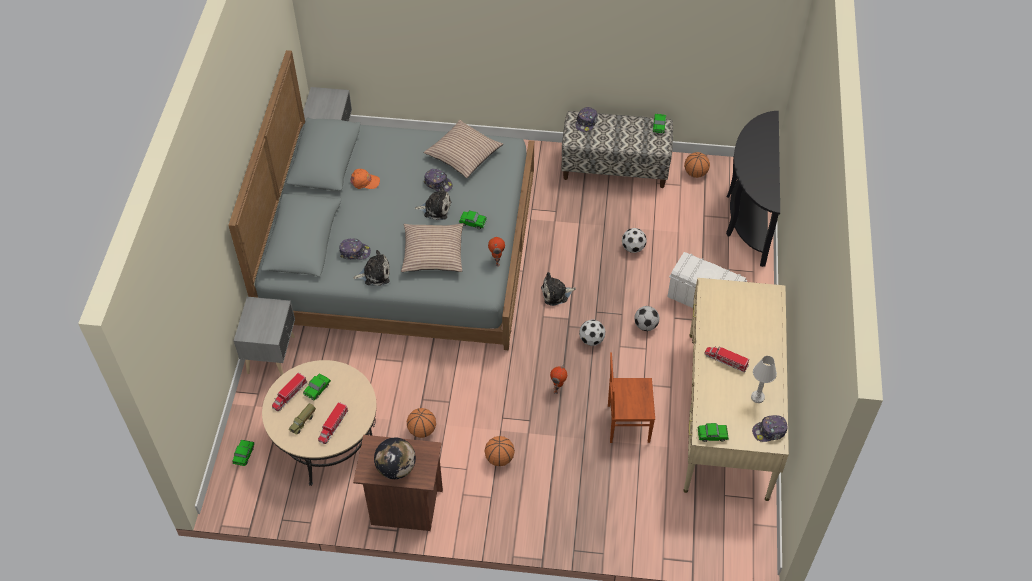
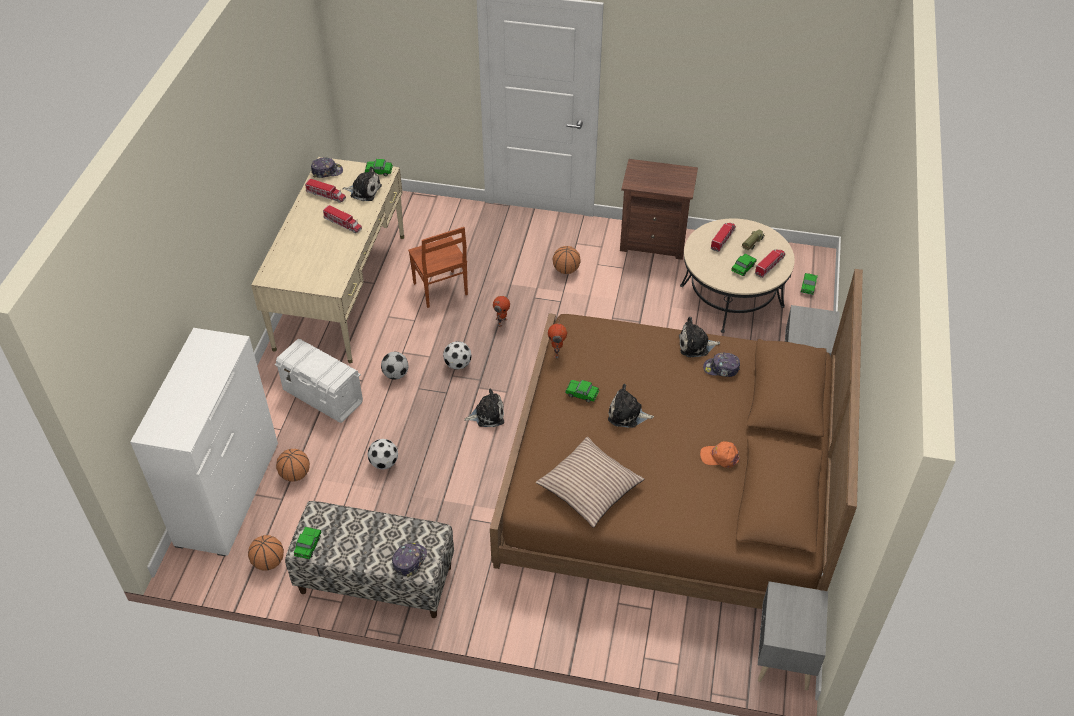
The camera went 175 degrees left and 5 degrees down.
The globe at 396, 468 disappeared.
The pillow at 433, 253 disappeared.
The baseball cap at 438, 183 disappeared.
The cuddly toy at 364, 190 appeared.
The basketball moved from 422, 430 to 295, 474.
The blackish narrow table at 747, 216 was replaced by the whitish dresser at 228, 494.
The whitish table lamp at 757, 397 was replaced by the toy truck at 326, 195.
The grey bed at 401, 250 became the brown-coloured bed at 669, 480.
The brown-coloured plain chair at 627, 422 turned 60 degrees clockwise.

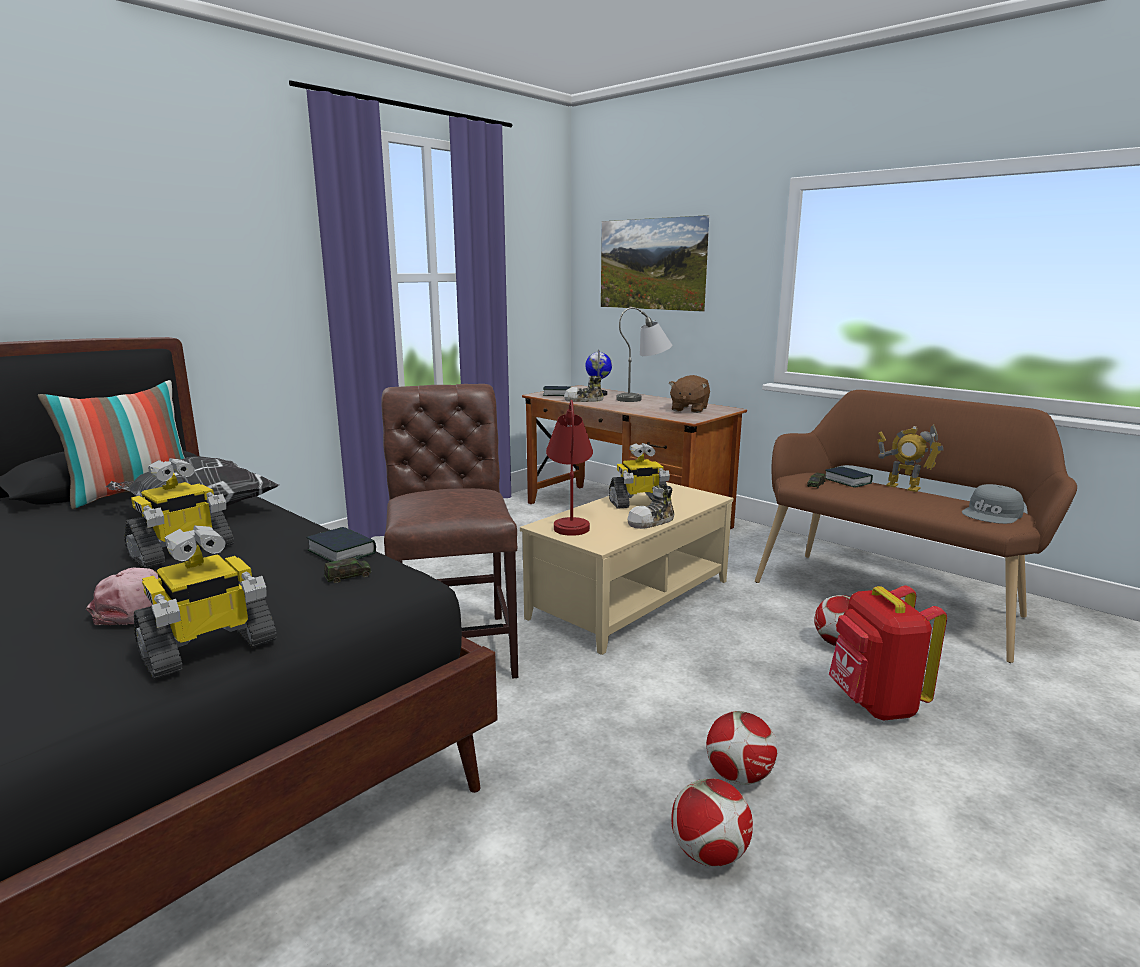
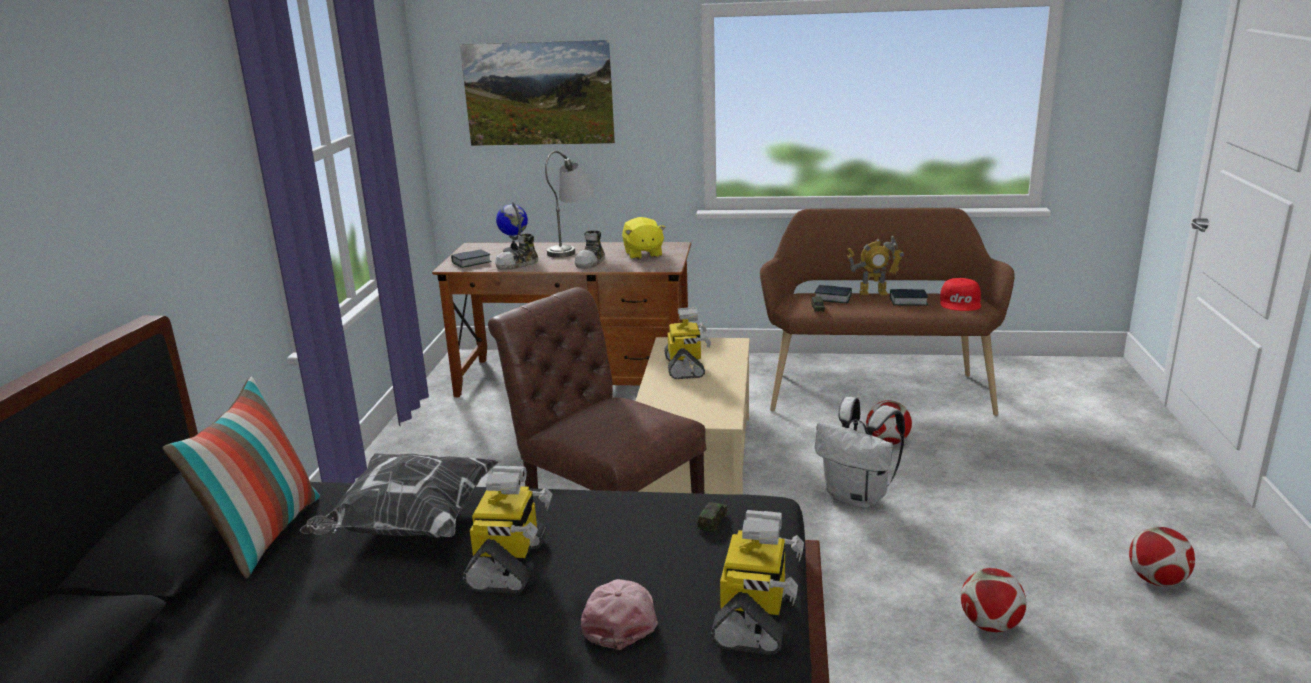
The camera went 35 degrees left and 5 degrees up.
The red table lamp at 571, 520 disappeared.
The red knapsack at 874, 704 disappeared.
The whitish knapsack at 858, 497 appeared.
The bound book moved from 342, 552 to 908, 301.
The shoe moved from 652, 522 to 591, 262.
The football moved from 738, 776 to 1157, 581.
The brown-coloured cuddly toy at 689, 409 became the yellowish cuddly toy at 643, 254.
The grey baseball cap at 993, 514 became the red baseball cap at 961, 302.
The toy robot at 638, 503 turned 45 degrees counterclockwise.

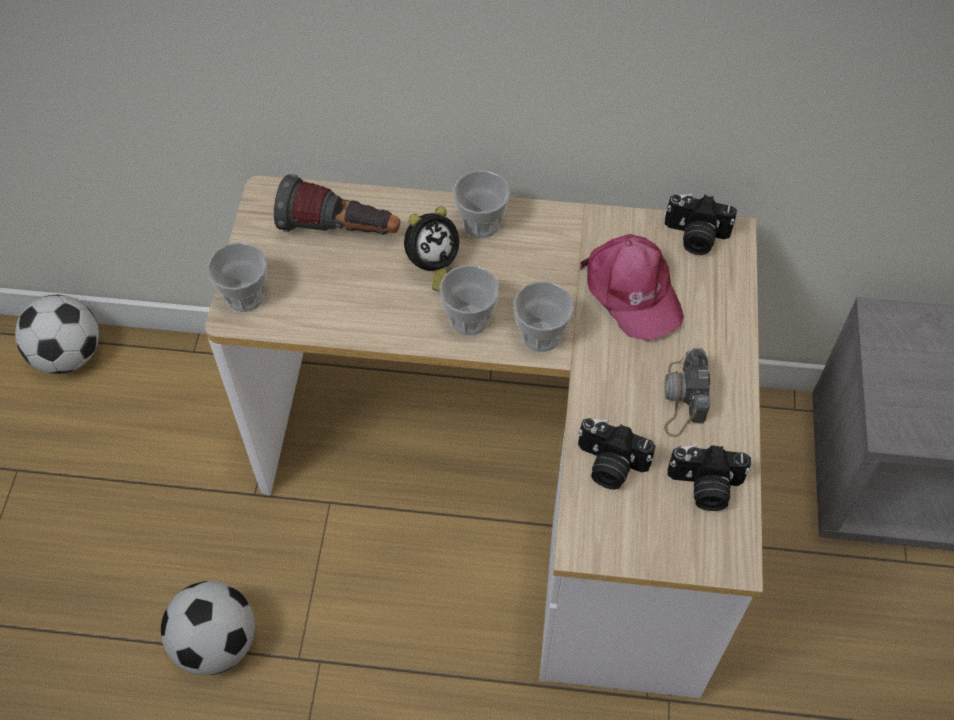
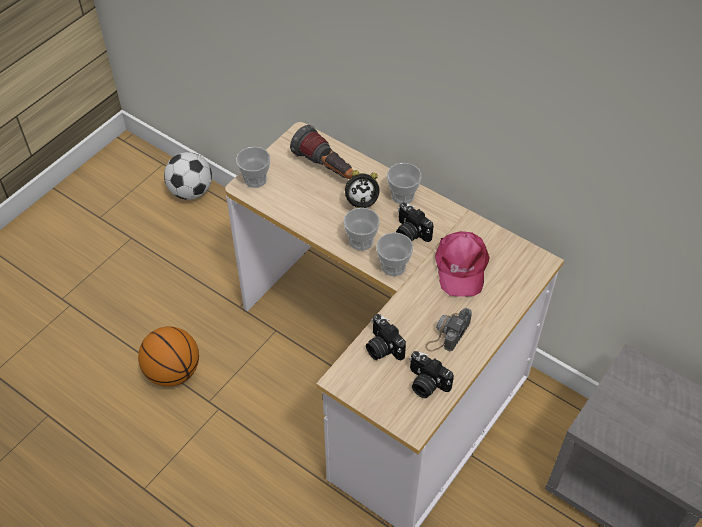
The camera went 30 degrees right and 5 degrees down.
The photo camera moved from 695, 237 to 410, 233.
The football at 216, 643 was replaced by the basketball at 173, 372.

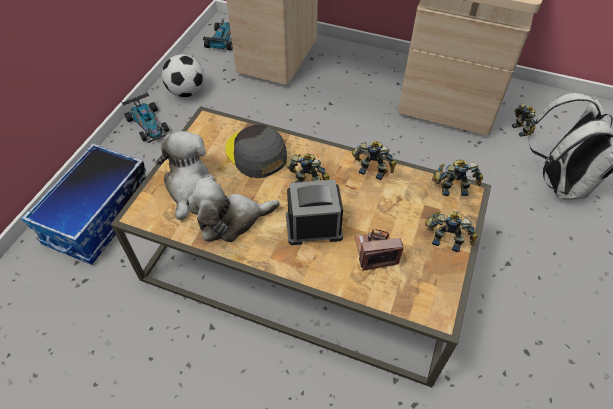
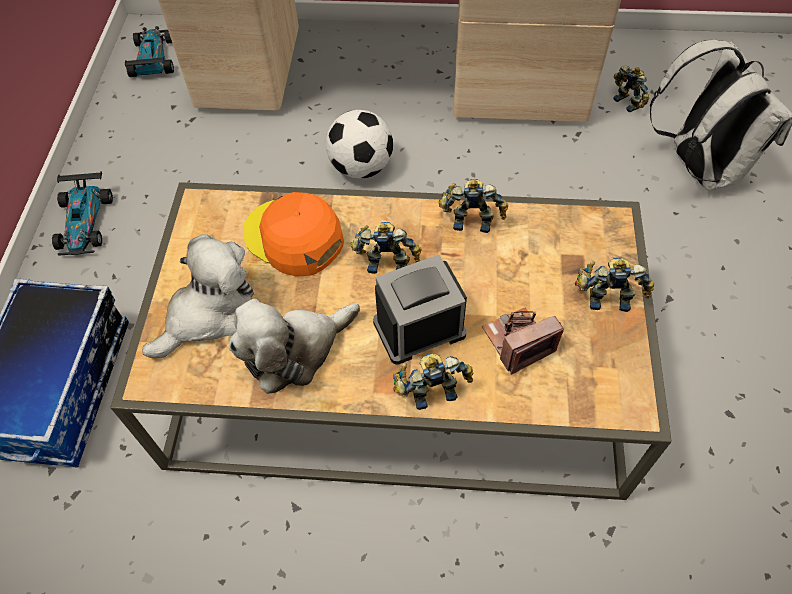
The camera went 15 degrees left and 5 degrees up.
The football moved from 187, 92 to 361, 167.
The toy robot moved from 453, 187 to 431, 389.
The grey baseball cap at 255, 154 became the orange-coloured baseball cap at 293, 238.
The miniature car at 148, 124 turned 45 degrees clockwise.
The cuddly toy at 188, 185 turned 60 degrees clockwise.

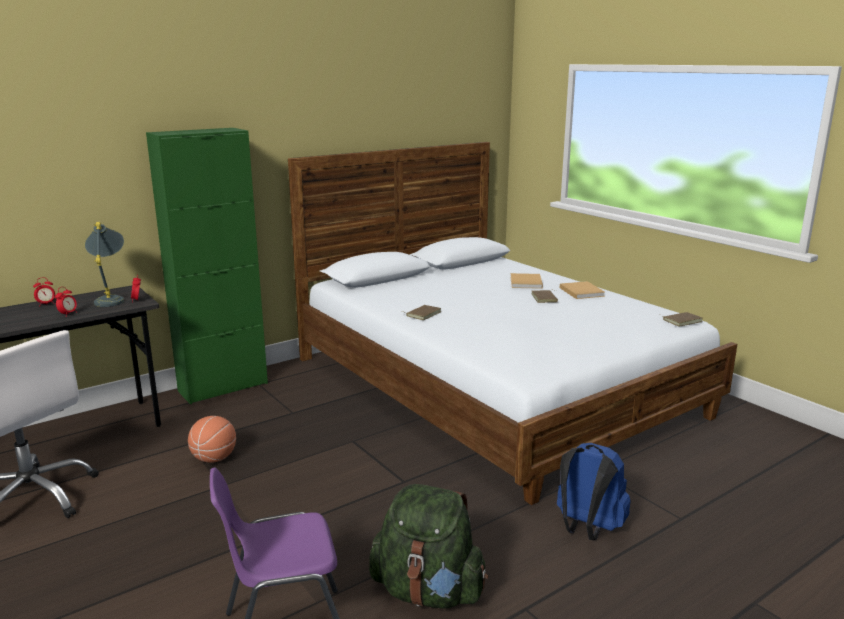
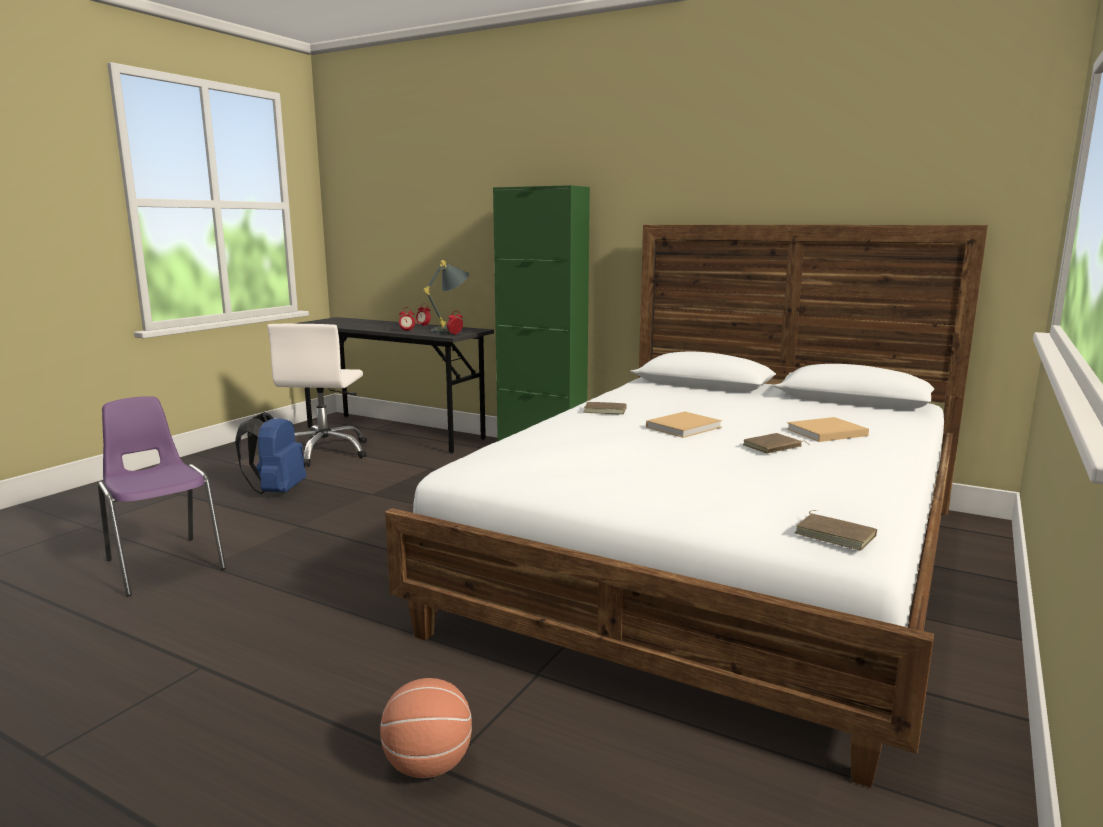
The camera went 65 degrees right and 5 degrees down.
The green knapsack at 428, 592 disappeared.
The basketball moved from 214, 458 to 429, 765.
The bluish knapsack moved from 587, 528 to 276, 491.
The beige bound book moved from 581, 291 to 685, 427.

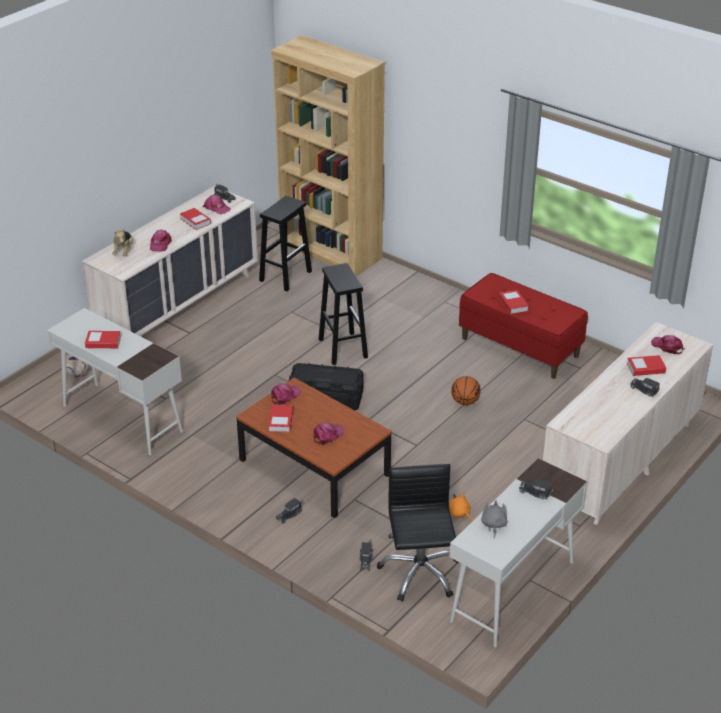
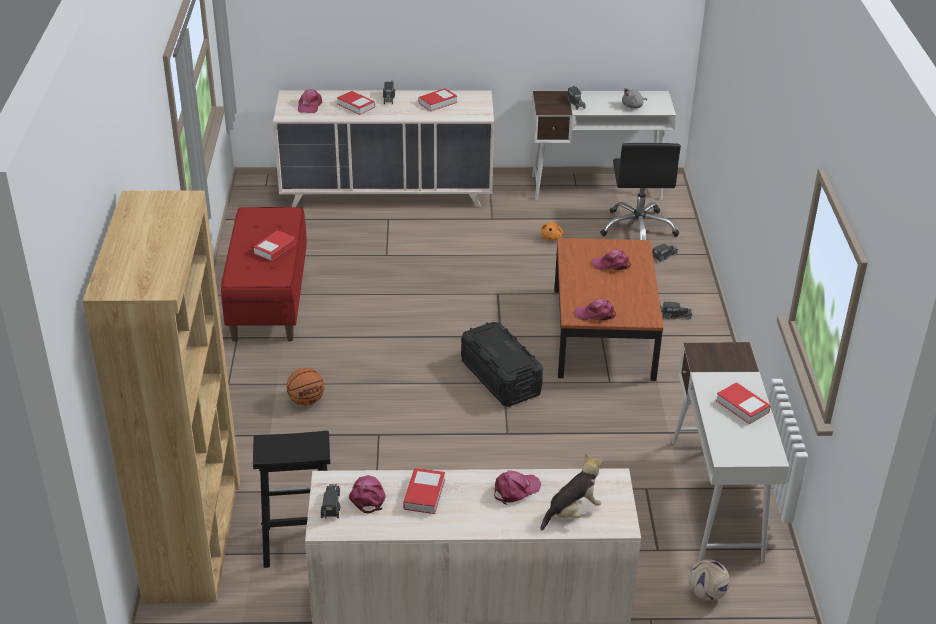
The camera went 130 degrees left and 0 degrees up.
The blackish stool seat at 342, 348 disappeared.
The bound book moved from 281, 421 to 437, 102.
The basketball moved from 465, 402 to 306, 401.
The blackish computer chair at 419, 573 turned 45 degrees counterclockwise.

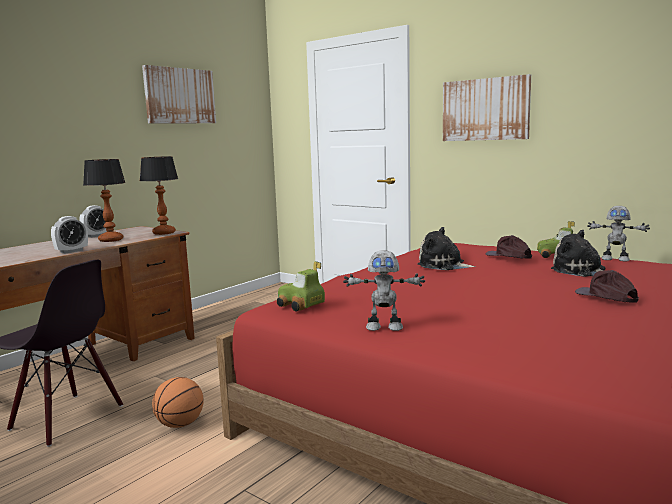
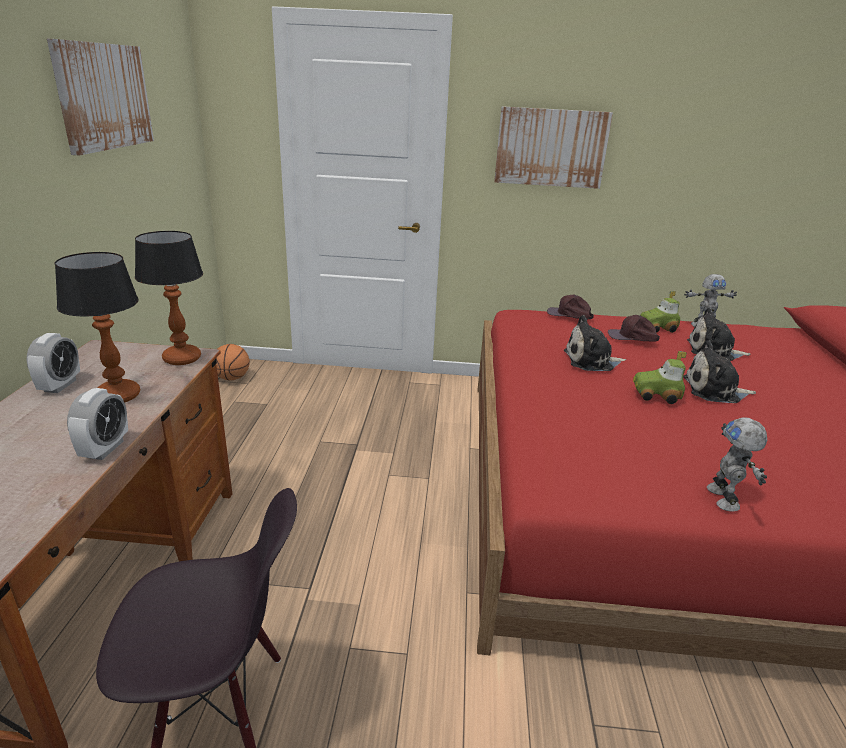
The camera went 35 degrees left and 15 degrees up.
The cuddly toy at 714, 391 appeared.
The basketball moved from 180, 424 to 232, 378.
The miniature car moved from 300, 305 to 656, 395.
The brown-coloured baseball cap moved from 606, 296 to 569, 315.
The toy robot at 384, 327 turned 120 degrees clockwise.

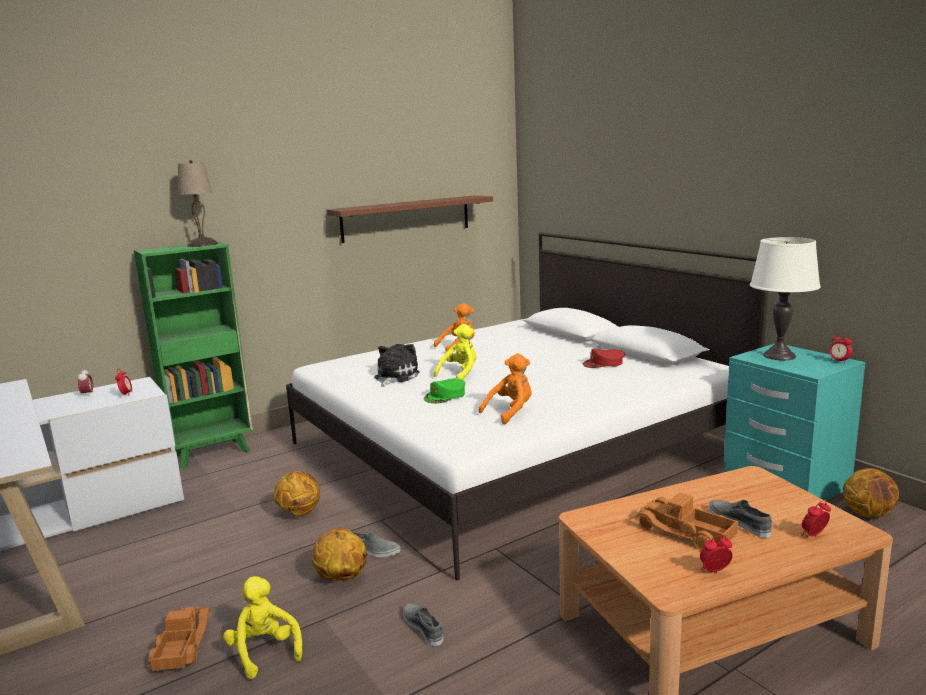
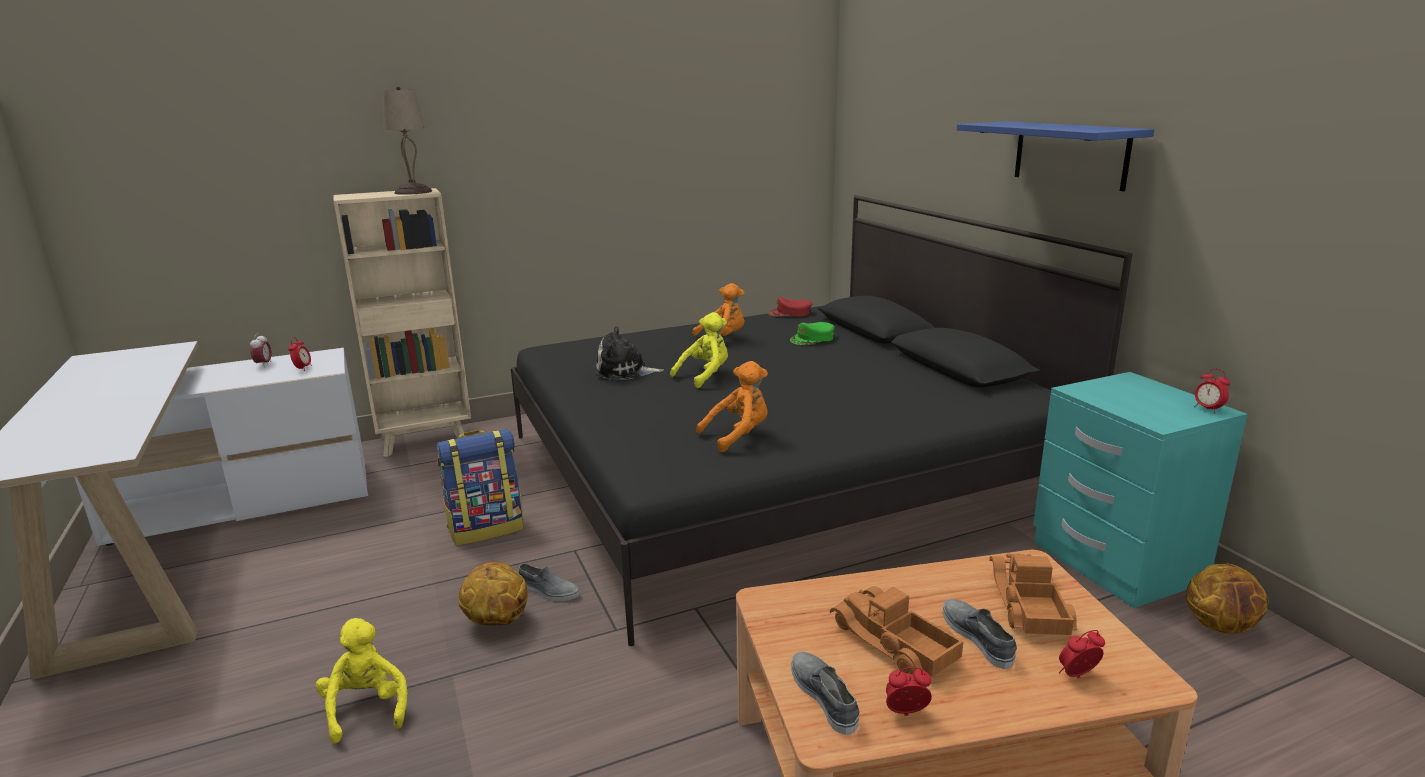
The camera went 10 degrees right and 5 degrees up.
The brown-coloured bracket shelf at 406, 218 disappeared.
The whitish table lamp at 779, 356 disappeared.
The bluish bracket shelf at 1070, 154 appeared.
The toy truck moved from 180, 646 to 1027, 605.
The grey shoe moved from 423, 627 to 824, 696.
The green baseball cap moved from 445, 396 to 812, 339.
The red baseball cap moved from 603, 363 to 790, 313.
The basketball at 299, 512 was replaced by the knapsack at 486, 528.
The green bookshelf at 213, 453 became the beige bookshelf at 426, 440.
The whitish bed at 513, 448 became the blackish bed at 773, 472.
The cuddly toy at 394, 377 turned 120 degrees counterclockwise.

